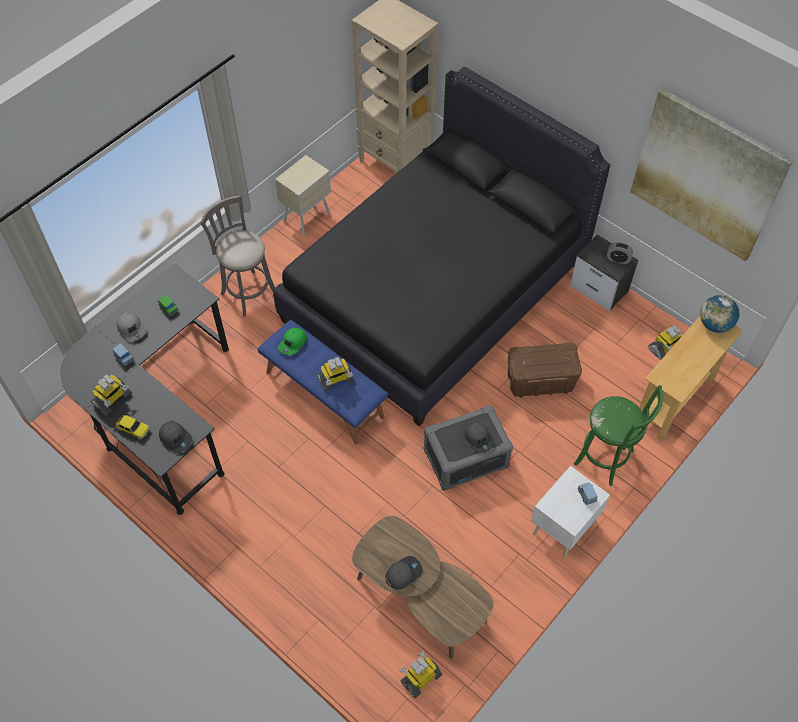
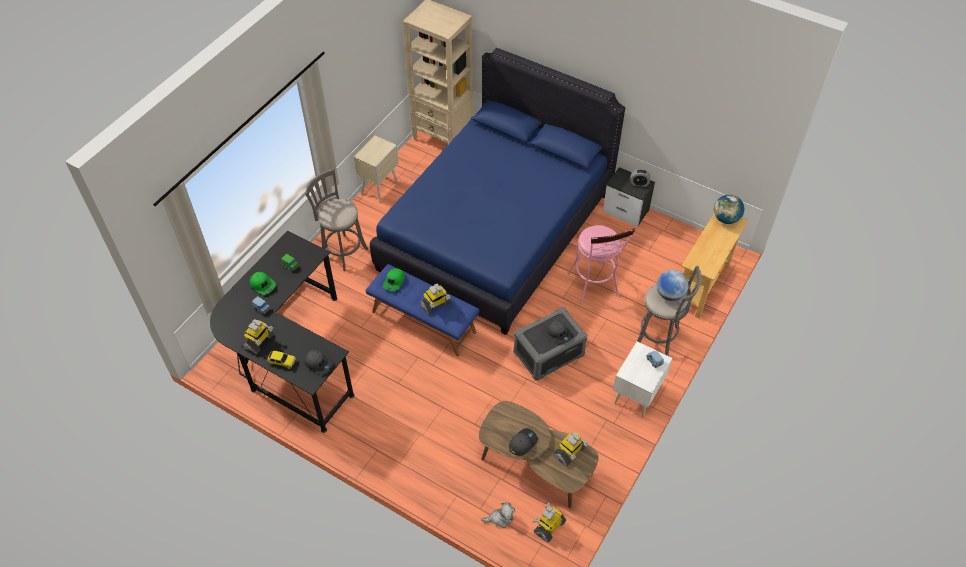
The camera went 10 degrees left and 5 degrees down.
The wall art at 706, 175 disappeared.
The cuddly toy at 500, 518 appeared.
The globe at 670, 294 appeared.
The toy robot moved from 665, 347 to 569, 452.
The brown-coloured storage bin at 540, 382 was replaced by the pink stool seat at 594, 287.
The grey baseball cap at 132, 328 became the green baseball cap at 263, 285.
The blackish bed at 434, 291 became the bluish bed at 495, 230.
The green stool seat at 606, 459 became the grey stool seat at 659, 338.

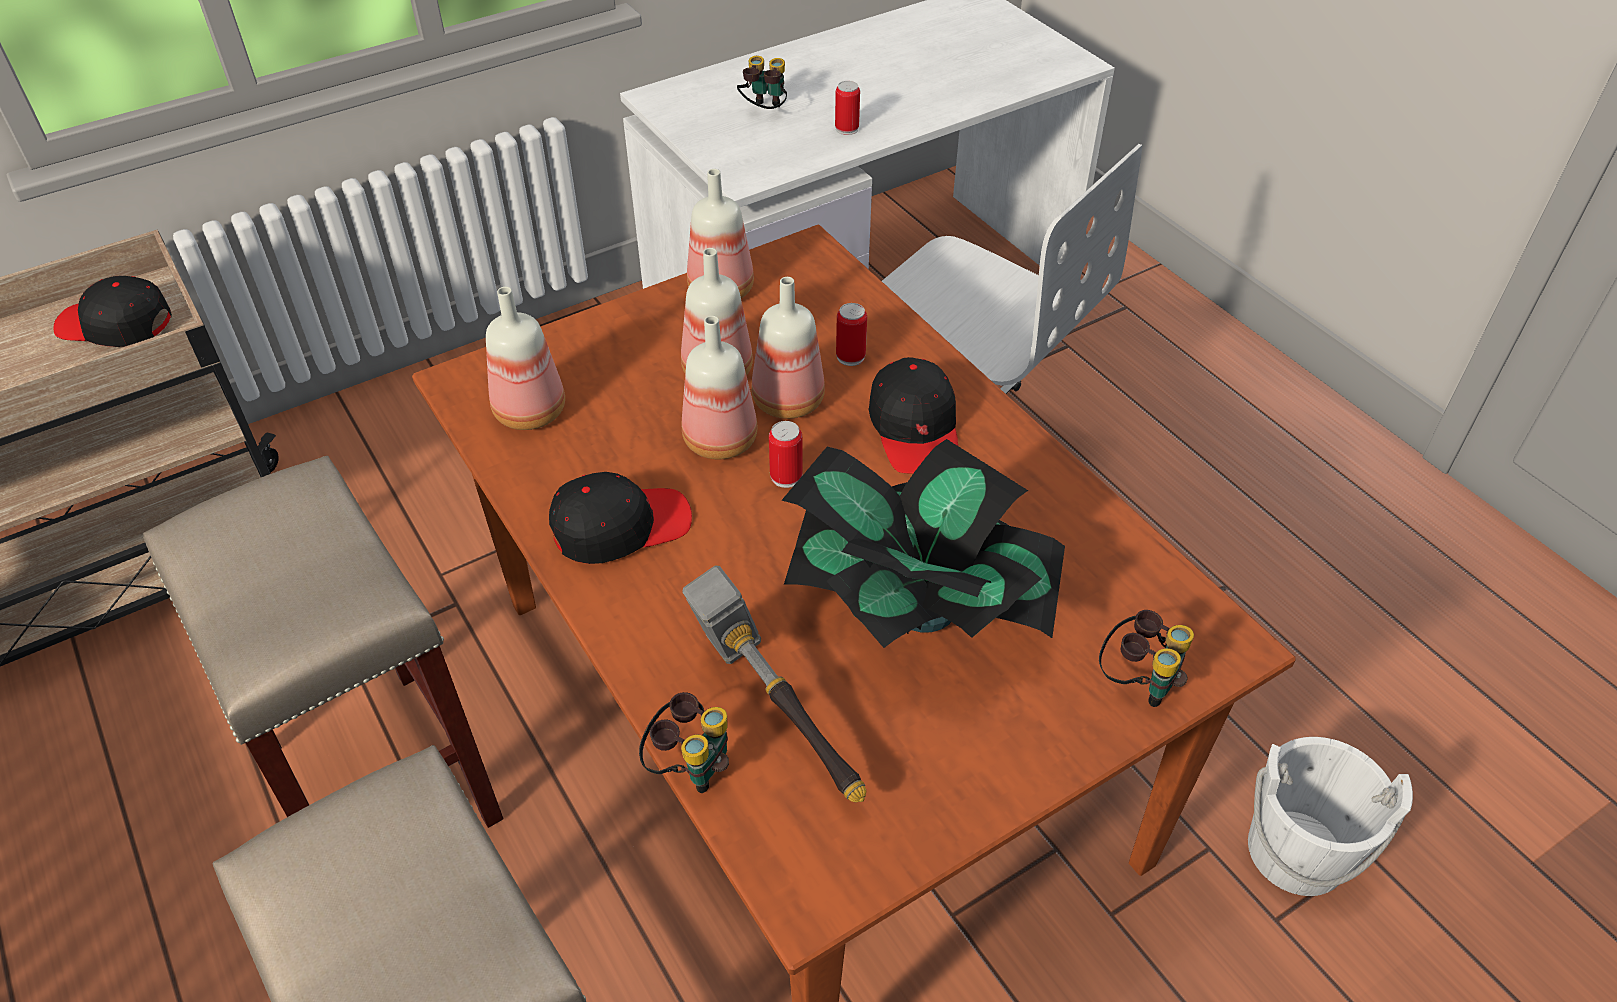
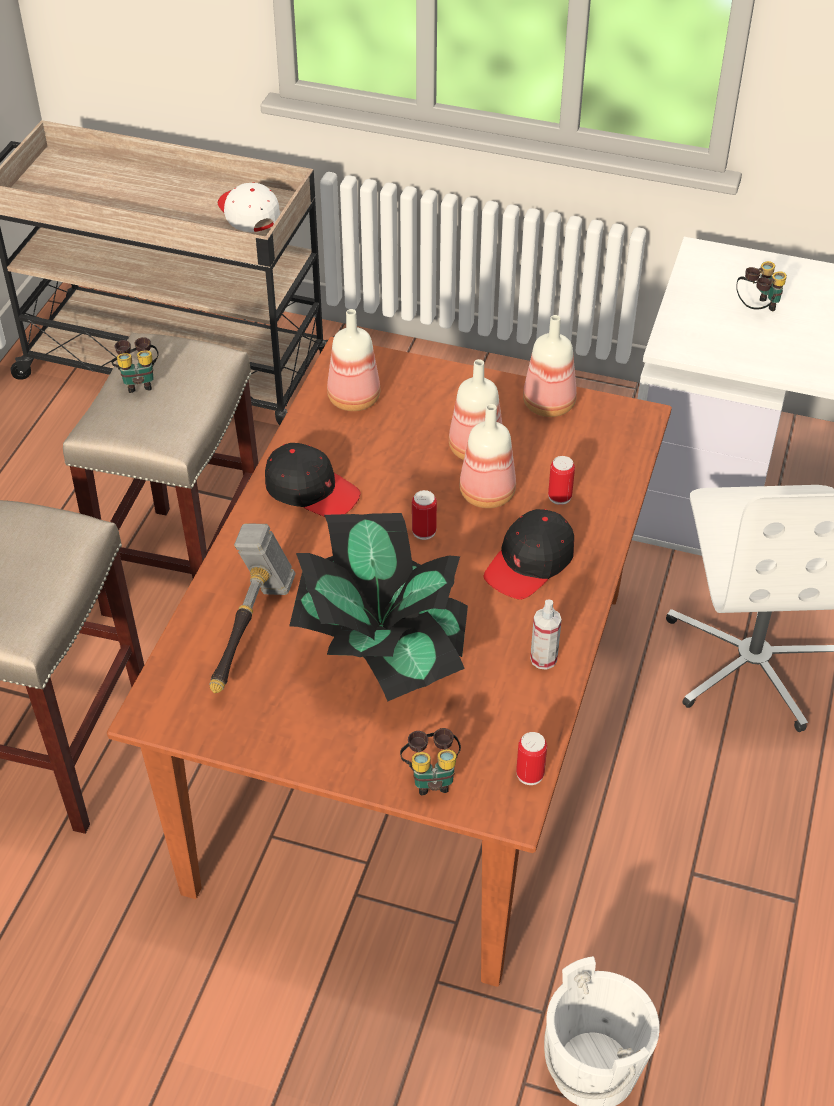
The camera went 50 degrees right and 0 degrees up.
The bottle at 720, 438 disappeared.
The sprayer at 543, 659 appeared.
The pair of binoculars moved from 689, 766 to 139, 382.
The metal can moved from 846, 129 to 530, 774.
The blackish baseball cap at 116, 325 became the whitish baseball cap at 248, 213.

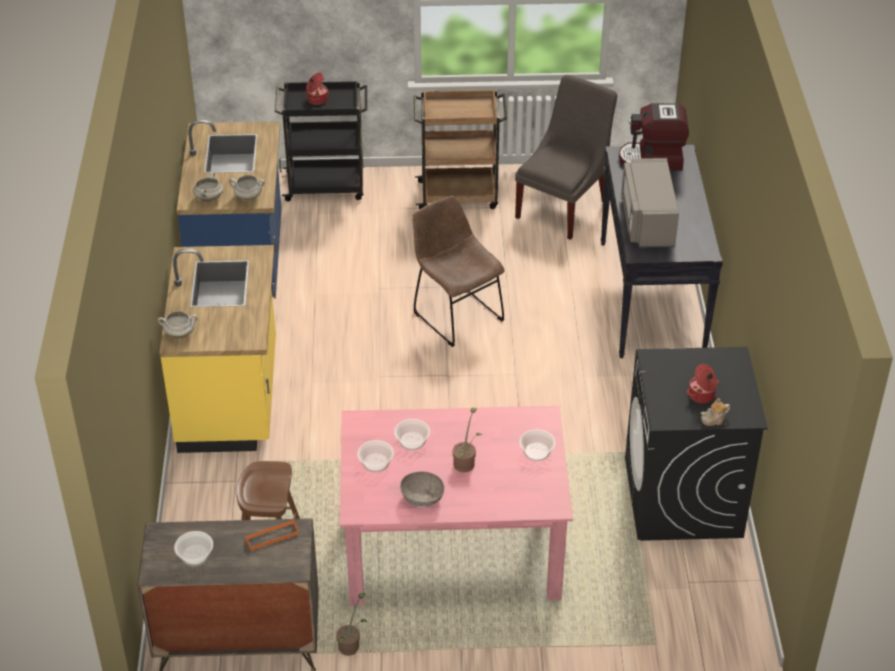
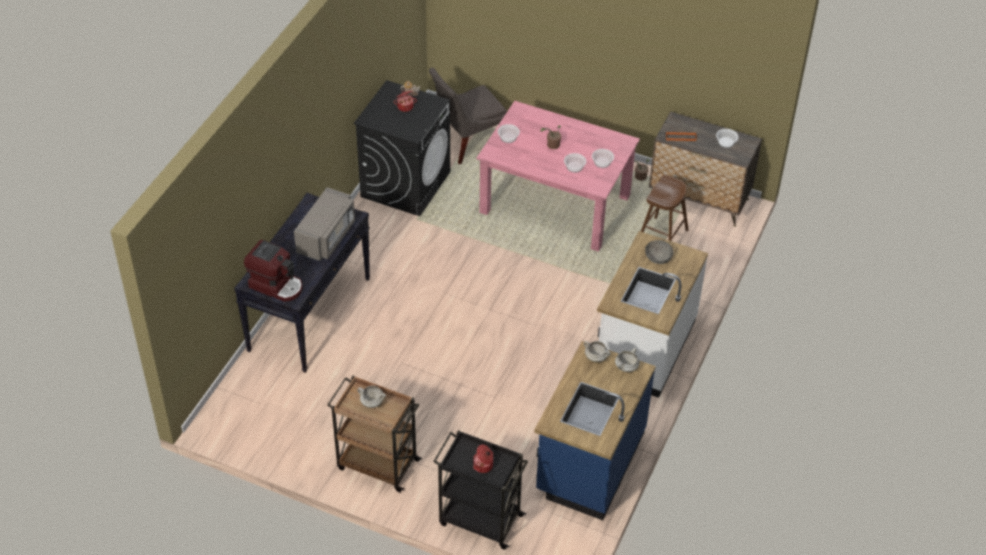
The camera went 155 degrees left and 5 degrees up.
The brown-coloured plain chair at 455, 314 disappeared.
The whitish saucepot moved from 180, 334 to 371, 403.
The grey bowl moved from 422, 497 to 658, 257.
The grey plain chair moved from 564, 207 to 466, 142.
The yellowish kitchen base unit at 231, 397 became the whitish kitchen base unit at 644, 347.

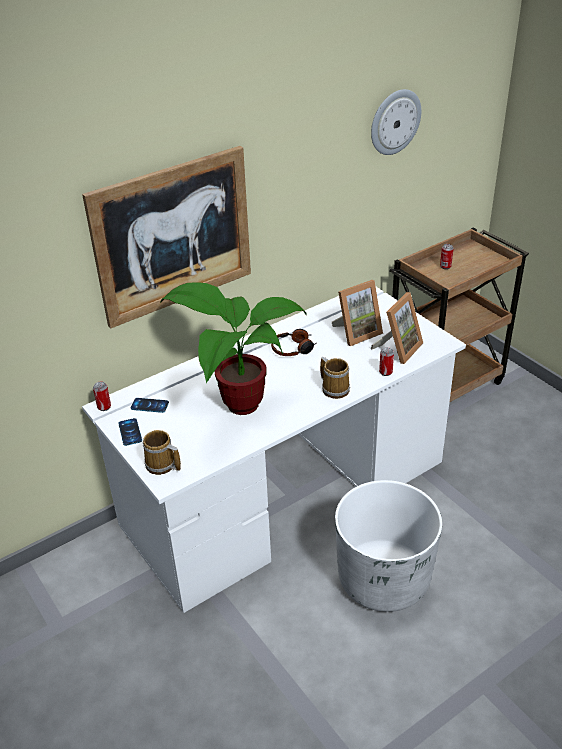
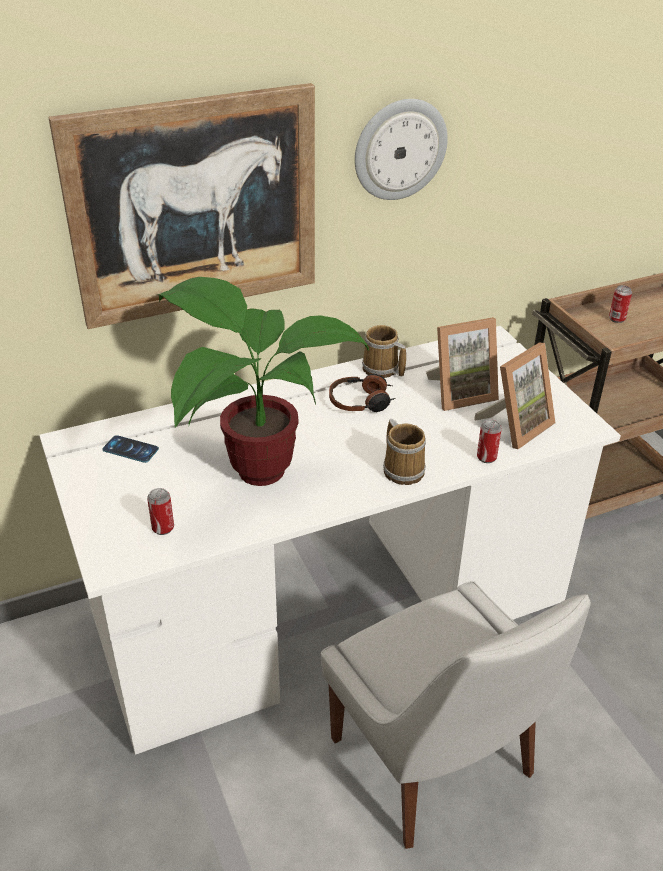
The camera went 10 degrees right and 0 degrees up.
The phone at 130, 432 disappeared.
The metal can moved from 104, 407 to 163, 528.
The mug moved from 162, 465 to 381, 370.
The hanging clock moved from 394, 122 to 399, 149.
The whitish planter at 383, 579 was replaced by the whitish plain chair at 436, 763.

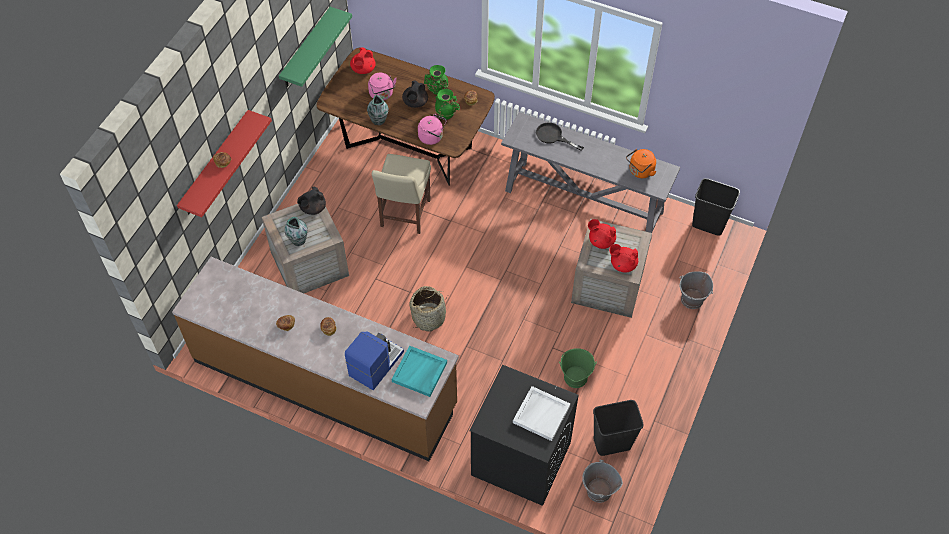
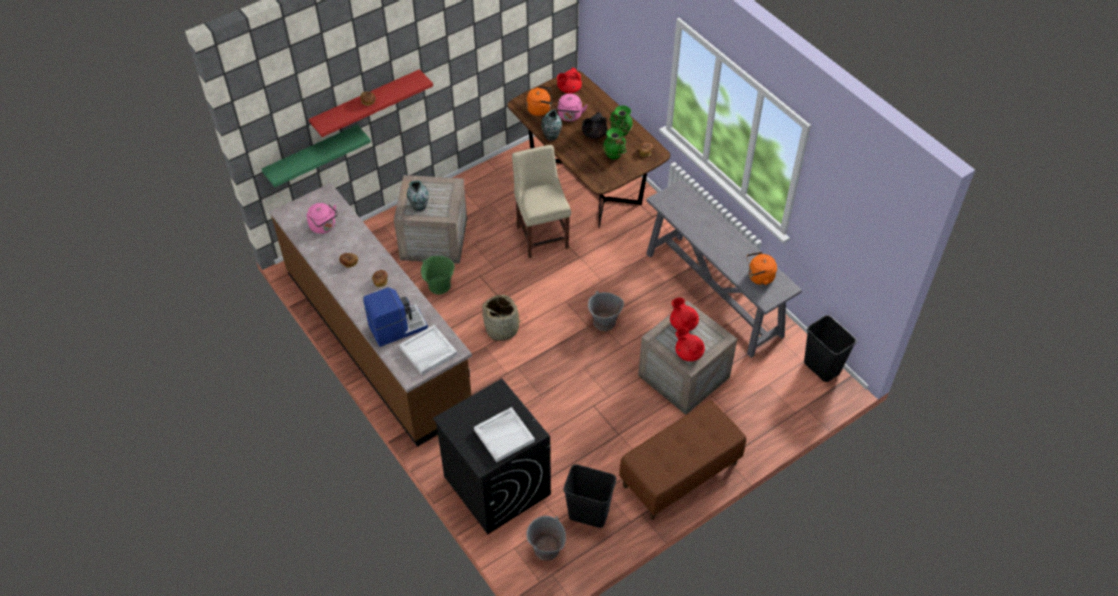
The camera went 30 degrees right and 5 degrees down.
The blackish tea pot at 312, 208 disappeared.
The blackish skillet at 553, 136 disappeared.
The orange-coloured tea kettle at 540, 109 appeared.
The brown-coloured bench at 680, 475 appeared.
The green bracket shelf moved from 306, 49 to 312, 155.
The pink tea kettle moved from 432, 137 to 324, 227.
The green water bucket moved from 575, 377 to 439, 285.
The grey water bucket moved from 692, 300 to 604, 322.
The turquoise-coloured serving tray at 419, 372 became the whitish serving tray at 428, 351.
The beige plain chair at 404, 215 turned 120 degrees clockwise.

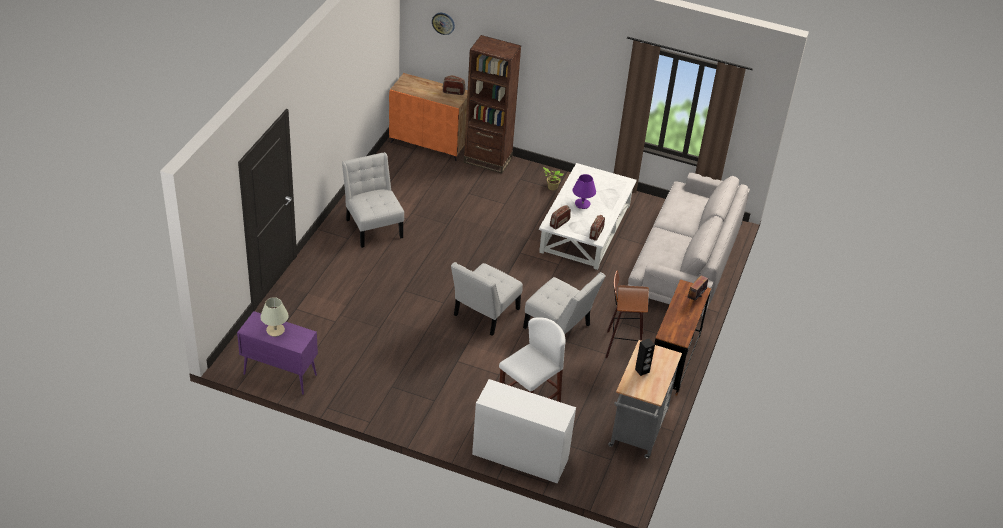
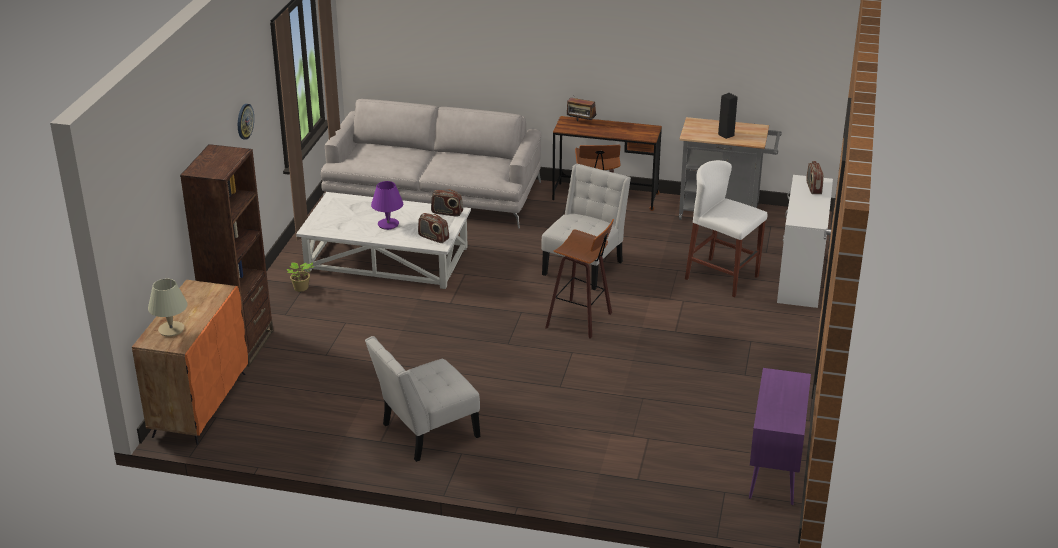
The camera went 95 degrees left and 10 degrees down.
The beige table lamp moved from 275, 330 to 171, 330.
The hanging clock moved from 443, 23 to 244, 121.
The radio set moved from 453, 92 to 813, 188.
The whitish plain chair at 484, 314 was replaced by the stool seat at 581, 319.

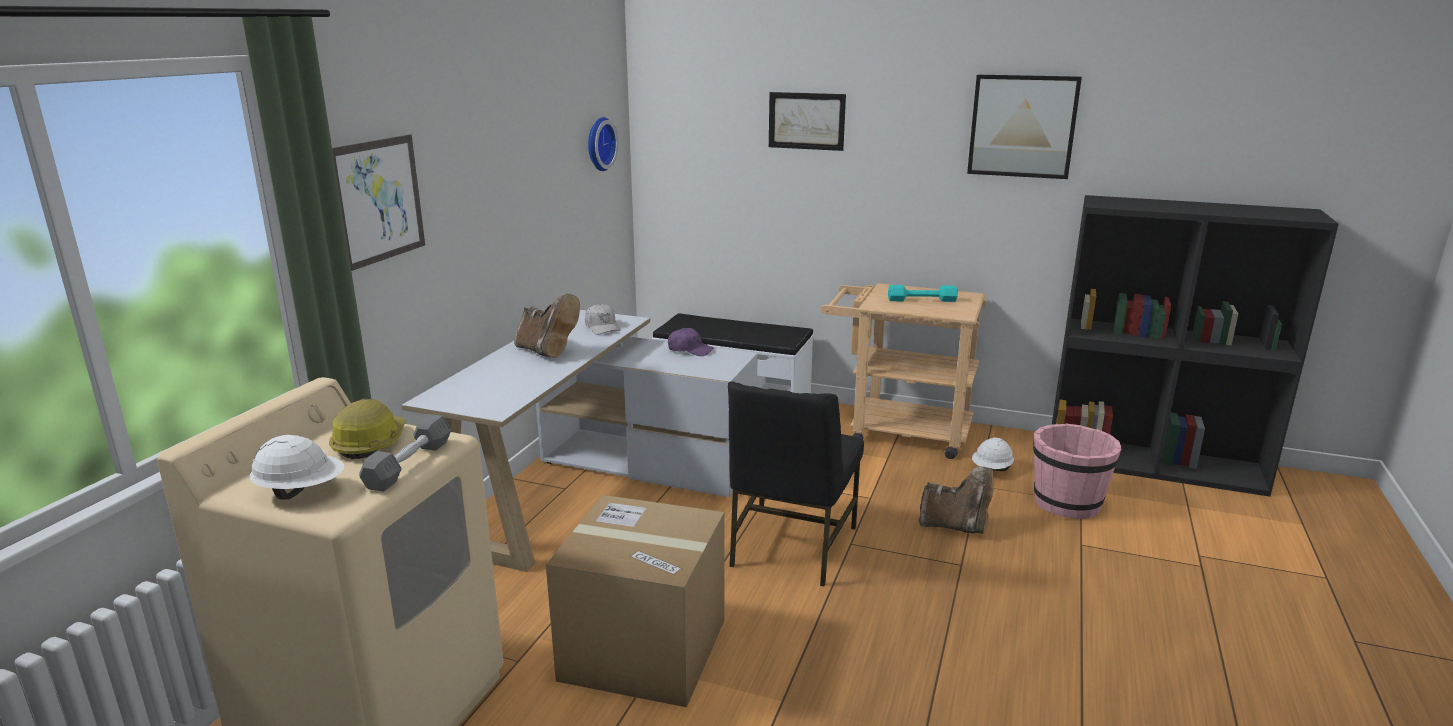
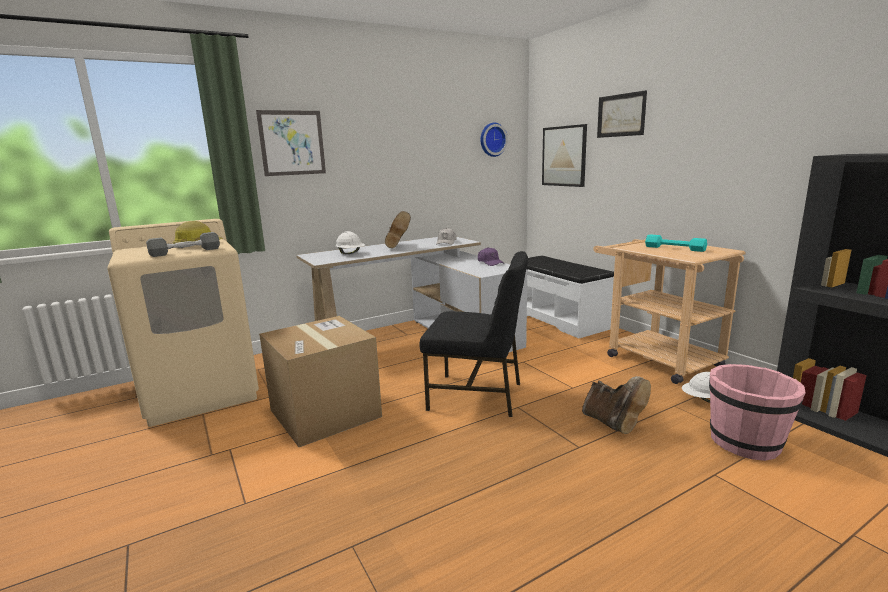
The camera went 40 degrees right and 5 degrees down.
The whitish hard hat moved from 301, 491 to 351, 253.
The wall art moved from 1022, 126 to 564, 156.
The blackish plain chair at 791, 547 turned 135 degrees counterclockwise.

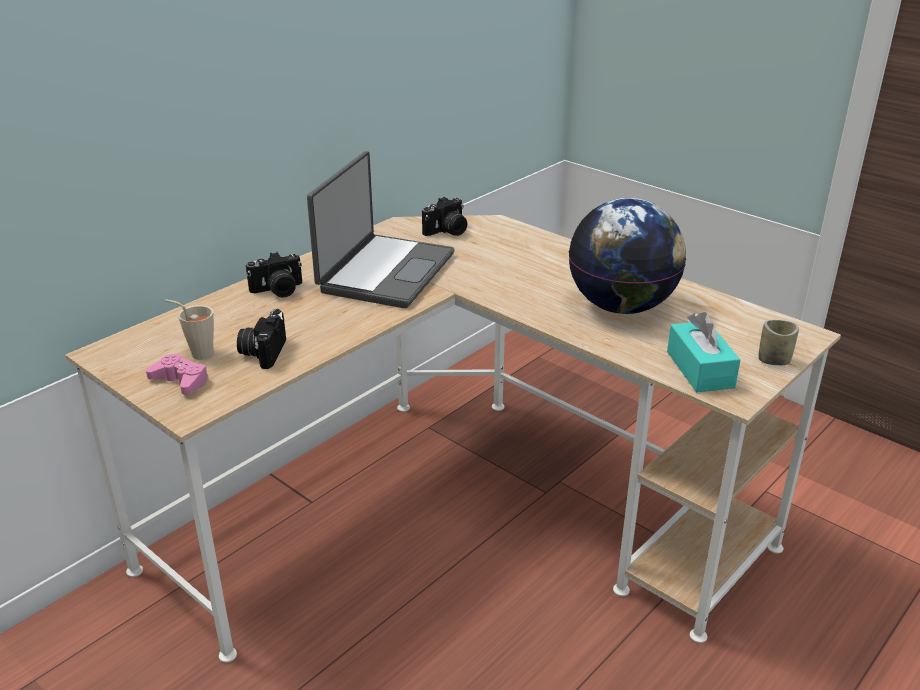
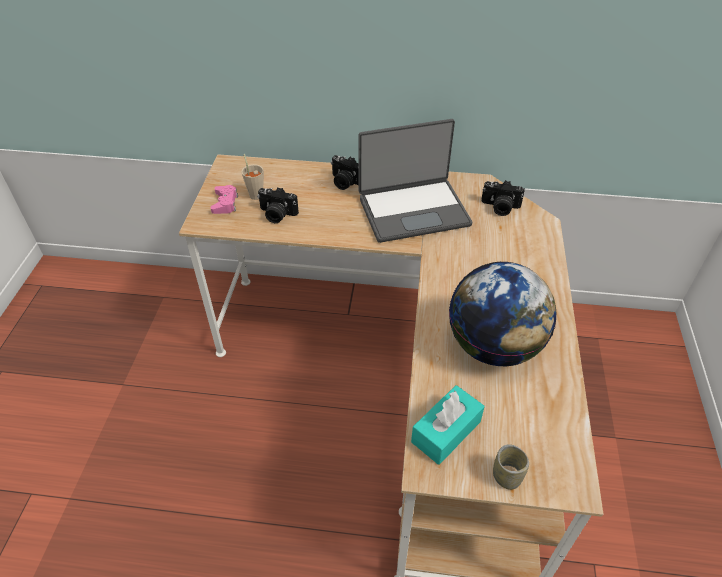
The camera went 55 degrees right and 15 degrees up.
The photo camera at 263, 352 turned 135 degrees counterclockwise.

